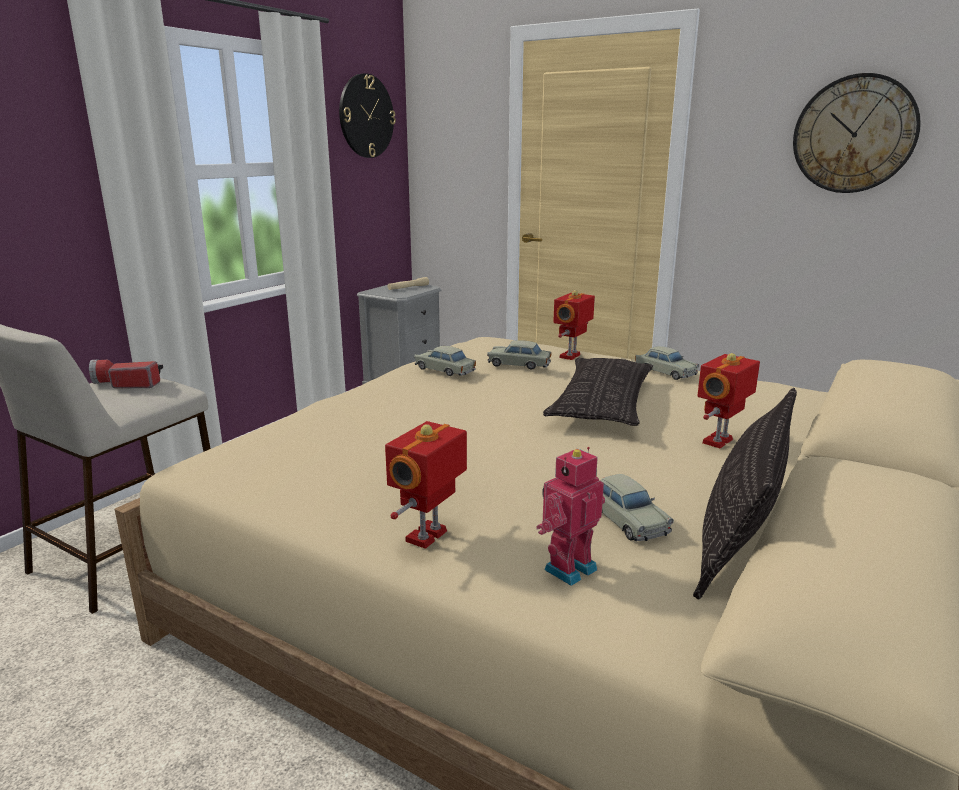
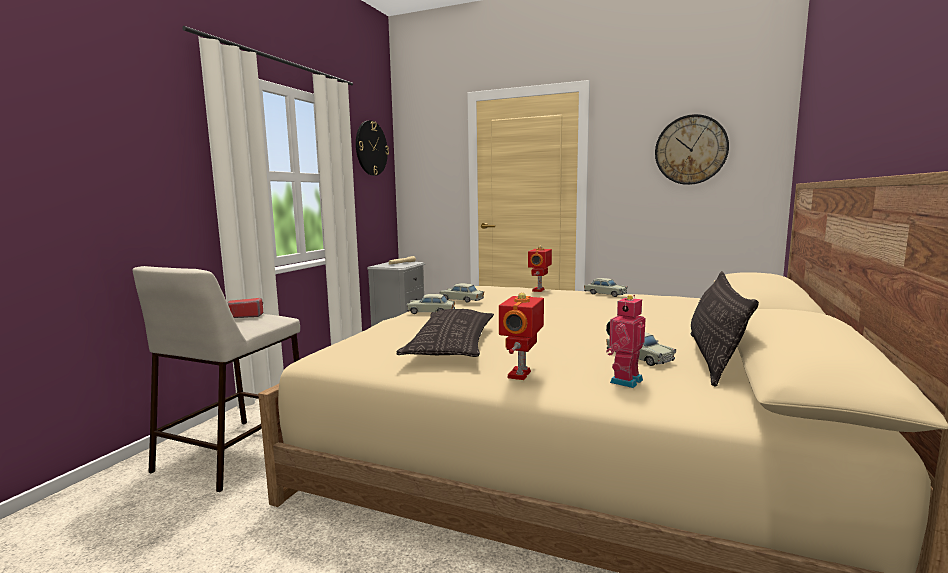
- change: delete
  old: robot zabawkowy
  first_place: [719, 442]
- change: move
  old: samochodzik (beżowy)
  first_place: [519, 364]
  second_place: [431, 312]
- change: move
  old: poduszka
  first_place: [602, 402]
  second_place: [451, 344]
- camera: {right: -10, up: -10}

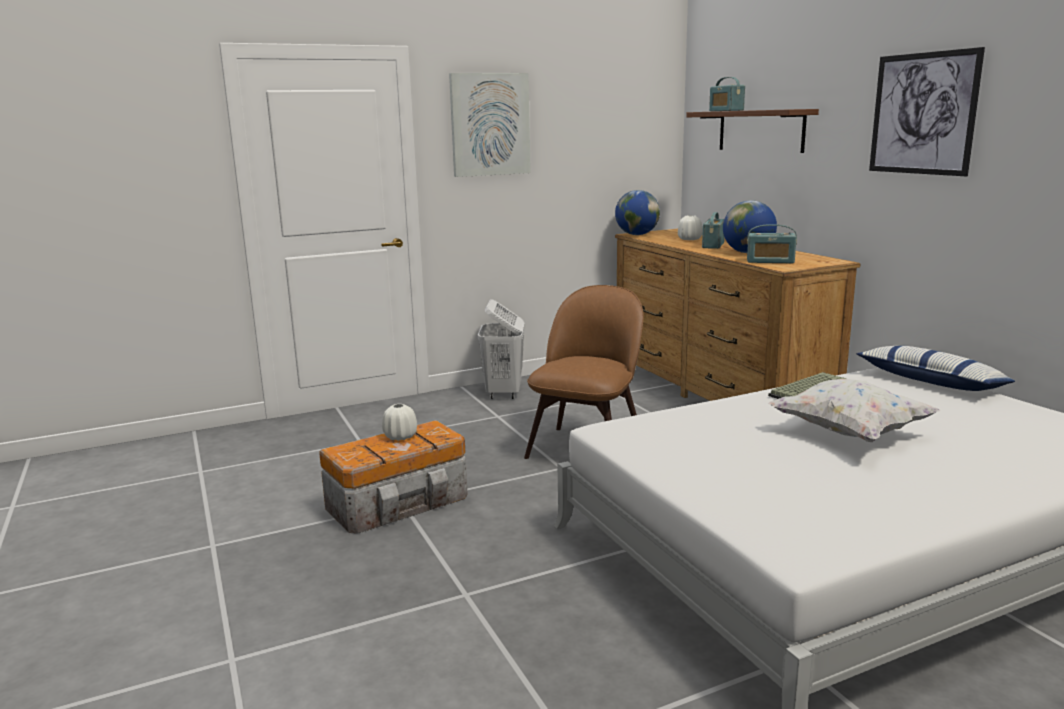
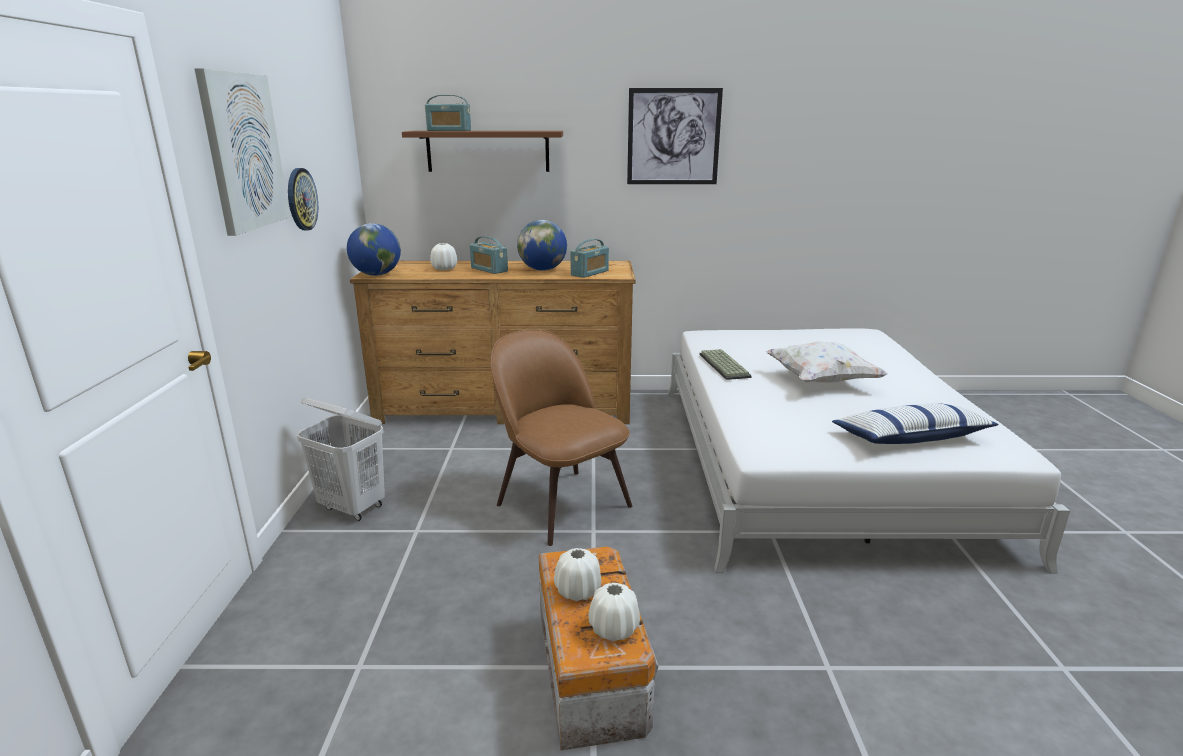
- change: insert
  new: zegar ścienny
  second_place: [301, 199]
- change: insert
  new: wazon (biały)
  second_place: [613, 629]
- change: move
  old: poduszka
  first_place: [931, 382]
  second_place: [910, 438]
- camera: {right: -65, up: 5}

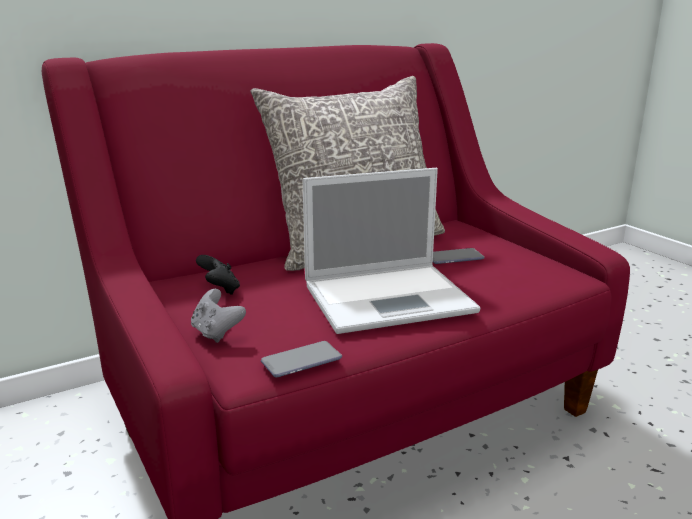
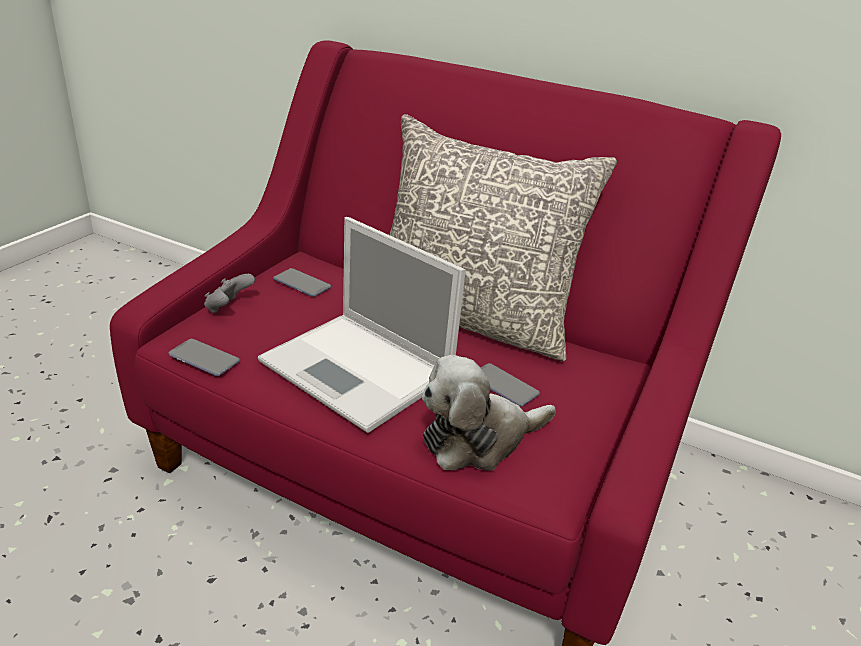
- change: insert
  new: pluszak
  second_place: [478, 439]
- change: replace
  old: pad do gier (czarny)
  new: telefon
  first_place: [220, 290]
  second_place: [302, 284]
- camera: {right: 55, up: 10}

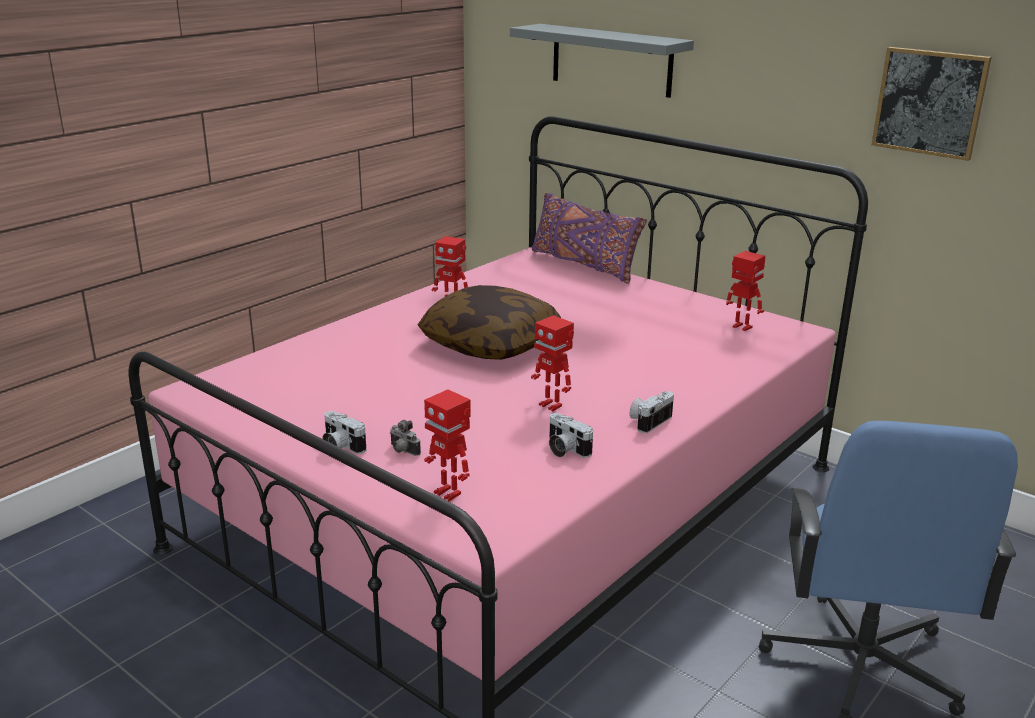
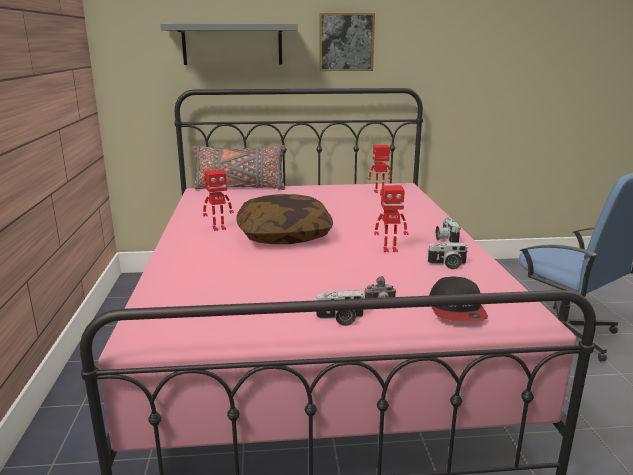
- change: move
  old: obraz
  first_place: [930, 102]
  second_place: [346, 42]
- change: replace
  old: robot zabawkowy
  new: czapka z daszkiem
  first_place: [448, 493]
  second_place: [457, 310]
- change: recolor
  old: poduszka (fioletowy)
  new: poduszka (szary)
  first_place: [584, 264]
  second_place: [239, 188]
- camera: {right: -45, up: -5}

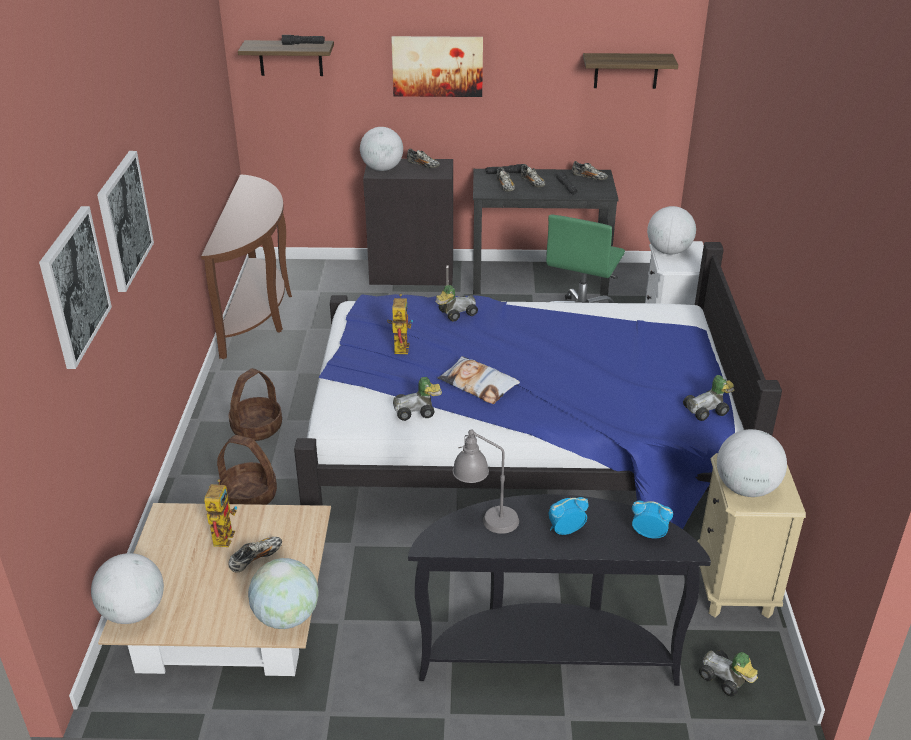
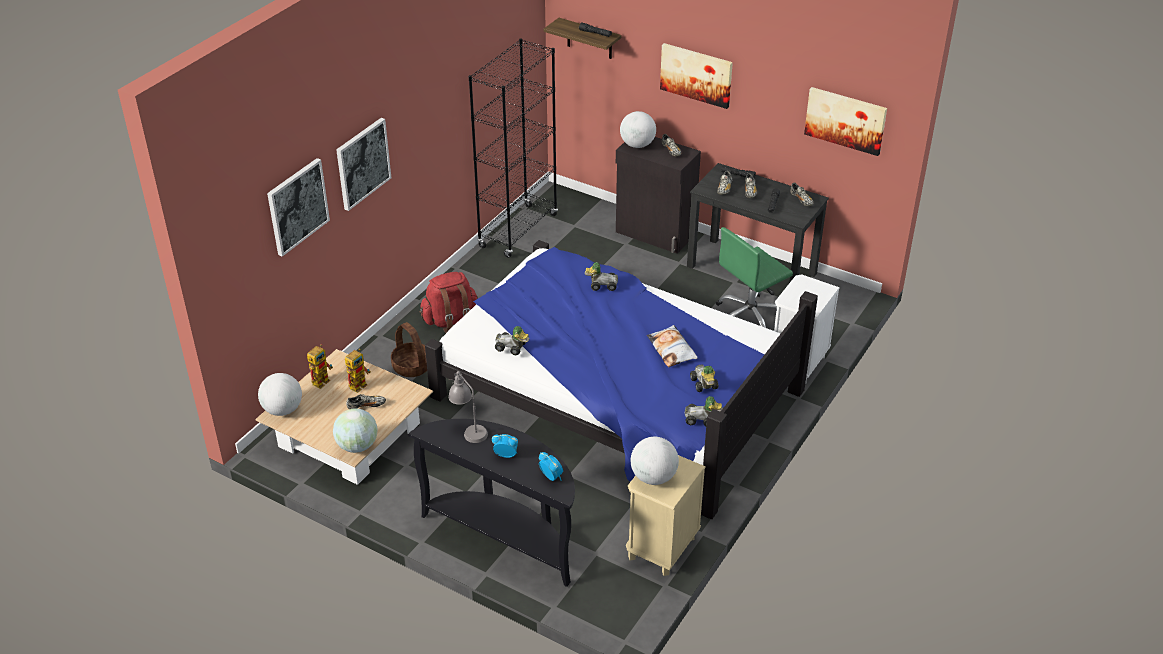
- change: delete
  old: globus
  first_place: [668, 251]
- change: move
  old: robot zabawkowy
  first_place: [400, 346]
  second_place: [322, 379]
- change: move
  old: poduszka
  first_place: [478, 385]
  second_place: [672, 350]
- change: move
  old: samochodzik
  first_place: [726, 680]
  second_place: [703, 385]
- change: replace
  old: stolik konsolowy (brązowy)
  new: regał (czarny)
  first_place: [259, 313]
  second_place: [518, 231]
- change: replace
  old: koszyk
  new: plecak (czerwony)
  first_place: [257, 428]
  second_place: [451, 321]
- change: replace
  old: półka
  new: obraz
  first_place: [626, 70]
  second_place: [845, 120]
- camera: {right: 30, up: 5}

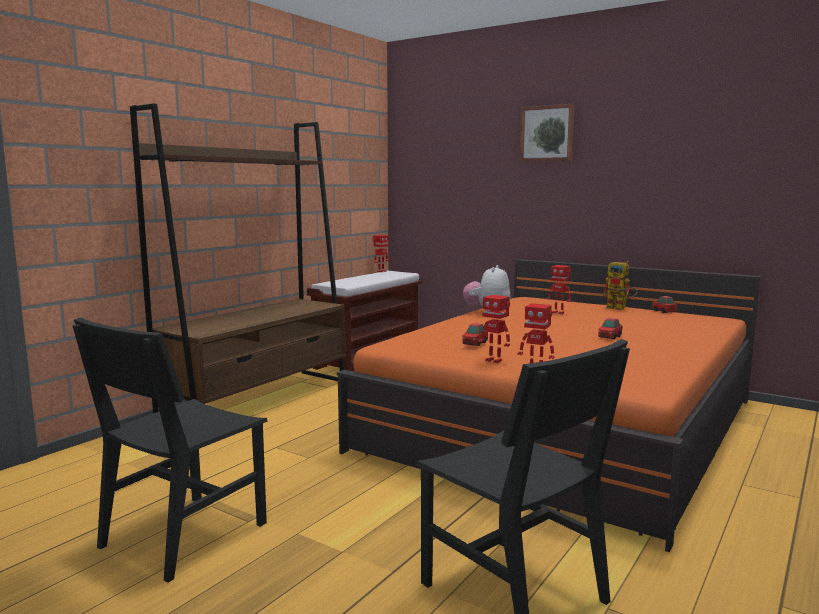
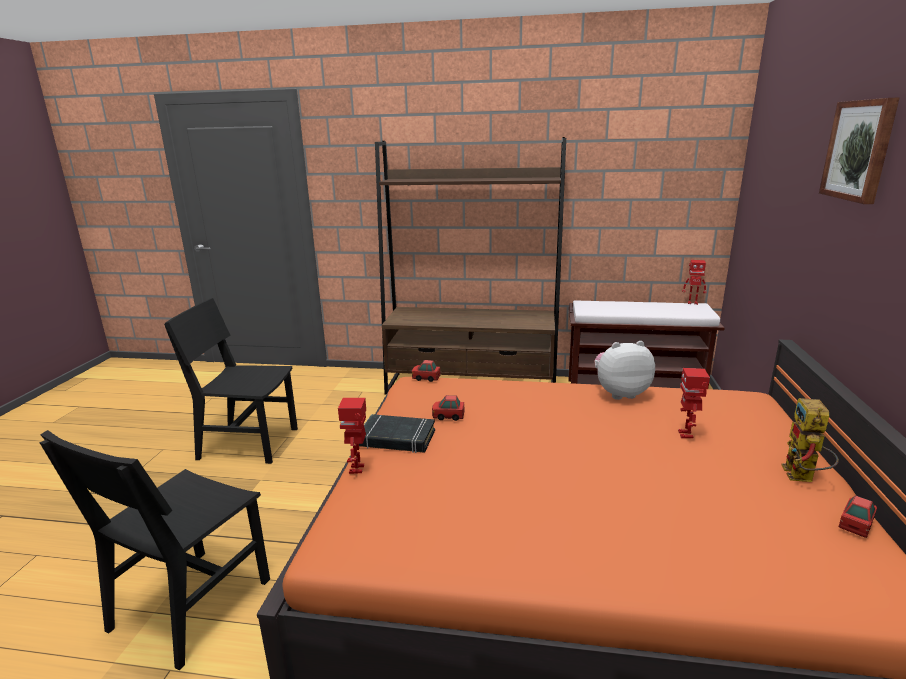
- change: move
  old: samochodzik
  first_place: [609, 337]
  second_place: [426, 378]
- change: replace
  old: robot zabawkowy
  new: książka (czarny)
  first_place: [494, 360]
  second_place: [397, 439]
- camera: {right: 65, up: 10}

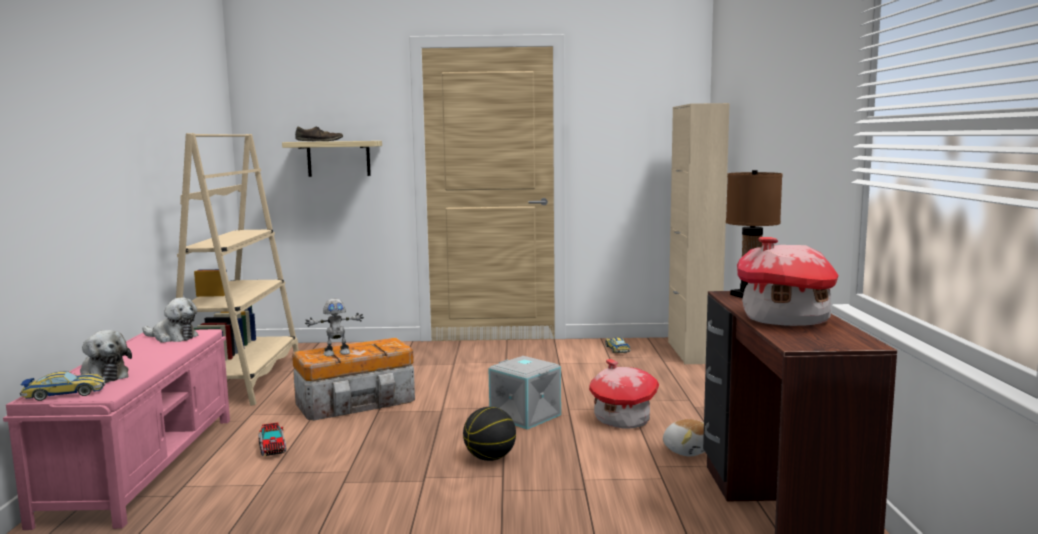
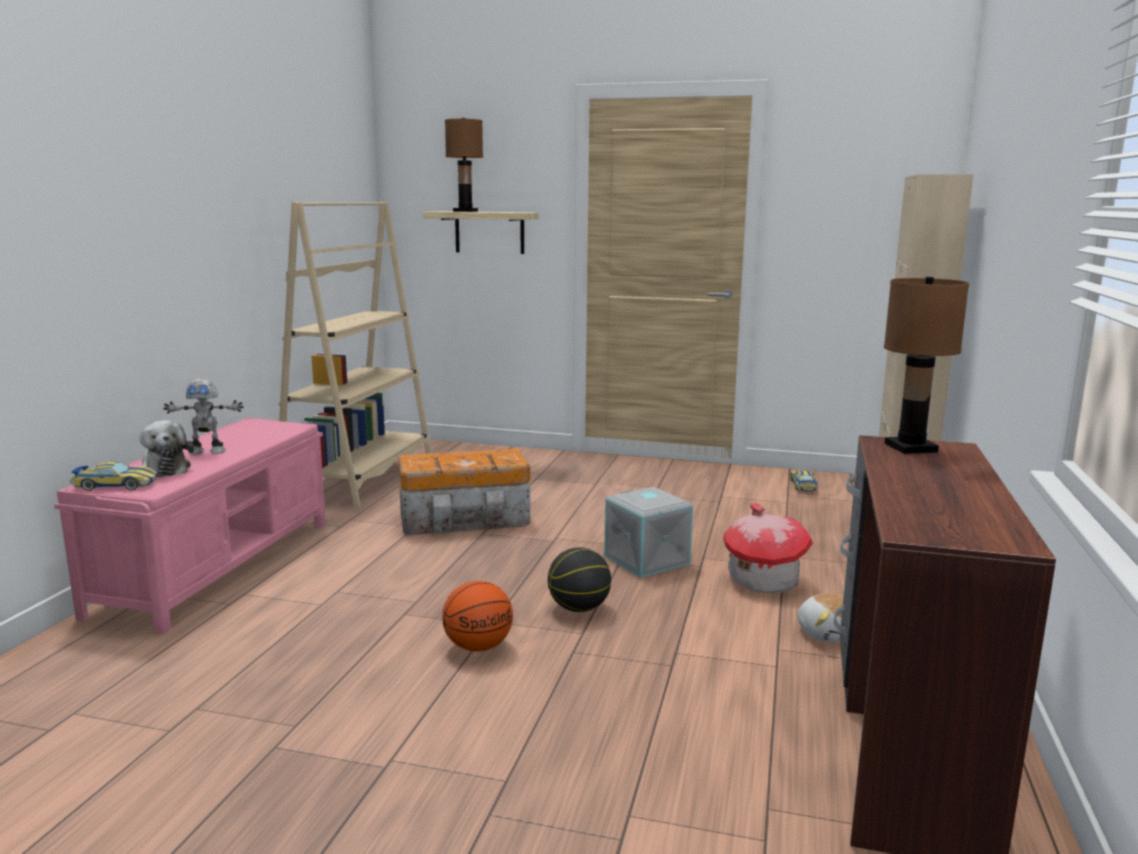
- change: delete
  old: pluszak
  first_place: [172, 337]
- change: delete
  old: ciężarówka zabawkowa
  first_place: [272, 448]
- change: delete
  old: domek
  first_place: [785, 320]
- change: insert
  new: piłka do koszykówki
  second_place: [479, 647]
- change: move
  old: robot zabawkowy
  first_place: [336, 353]
  second_place: [207, 451]
- change: replace
  old: but (brązowy)
  new: lampa stołowa (brązowy)
  first_place: [319, 141]
  second_place: [465, 211]
- camera: {right: 15, up: 5}

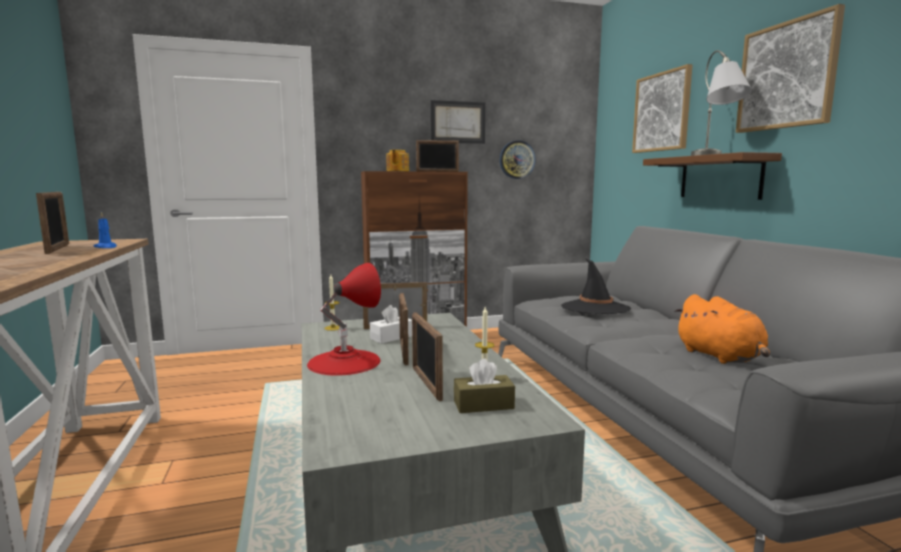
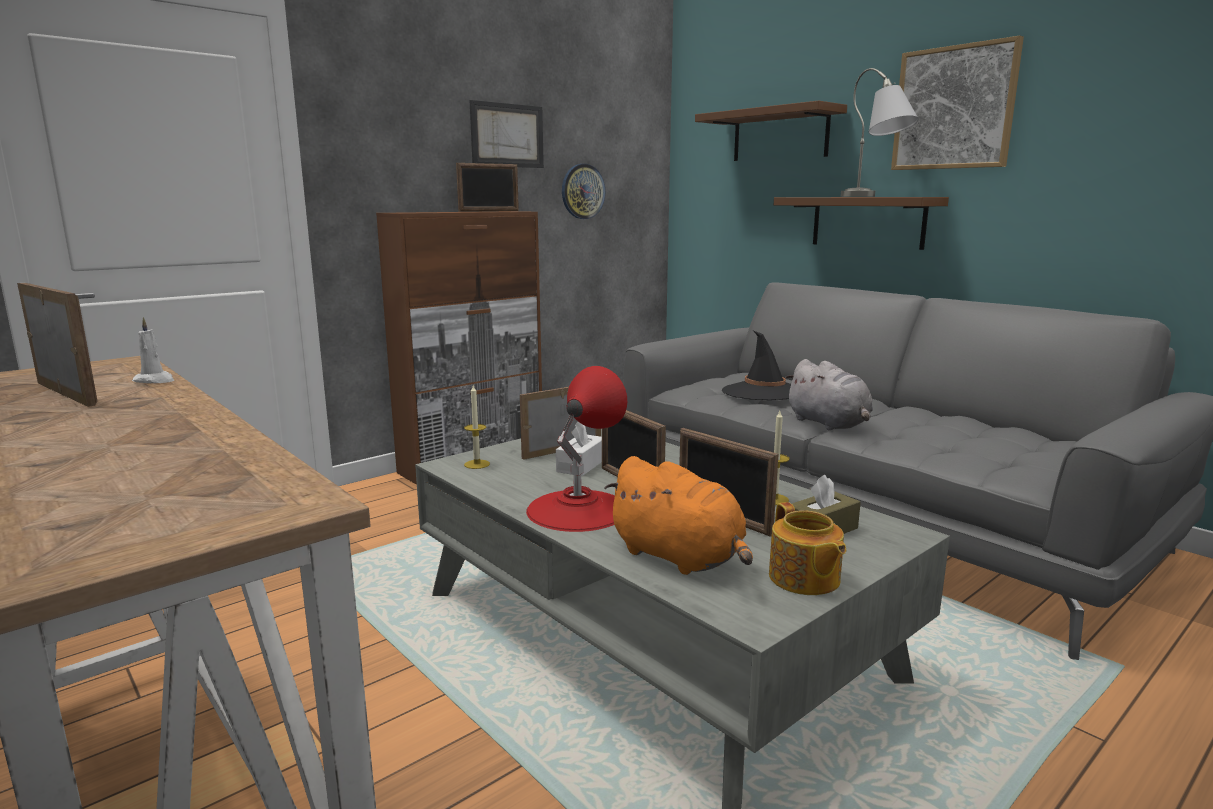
- change: insert
  new: pluszak (szary)
  second_place: [829, 424]
- change: move
  old: imbryk
  first_place: [397, 171]
  second_place: [804, 579]
- change: move
  old: pluszak (pomarańczowy)
  first_place: [721, 357]
  second_place: [680, 557]
- change: replace
  old: obraz
  new: półka (brązowy)
  first_place: [662, 112]
  second_place: [780, 135]
- change: recolor
  old: świeca (niebieski)
  new: świeca (biały)
  first_place: [106, 247]
  second_place: [155, 381]
- camera: {right: -25, up: 5}

